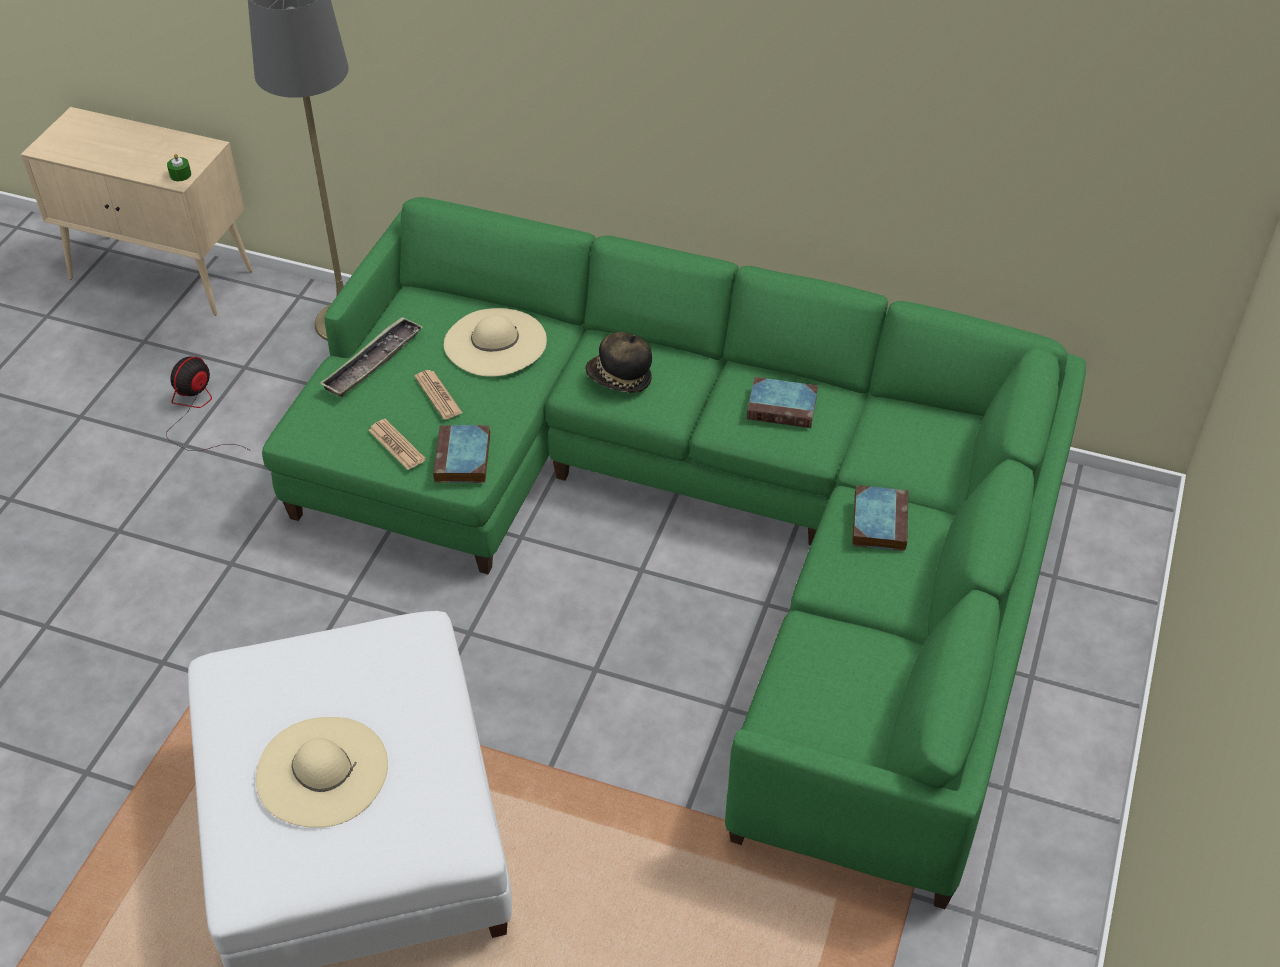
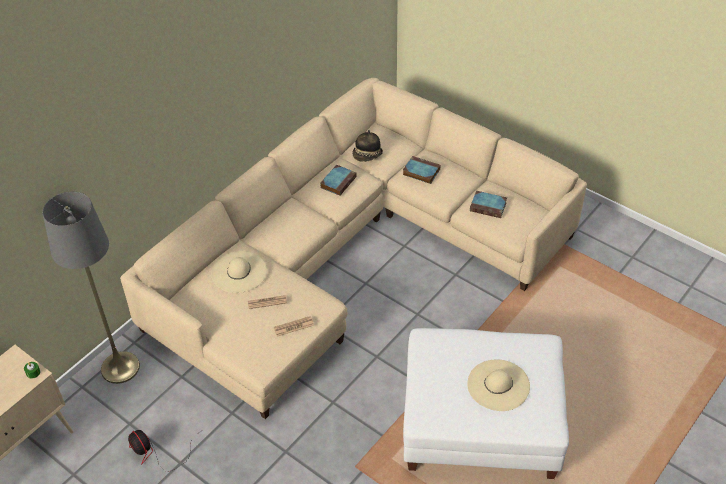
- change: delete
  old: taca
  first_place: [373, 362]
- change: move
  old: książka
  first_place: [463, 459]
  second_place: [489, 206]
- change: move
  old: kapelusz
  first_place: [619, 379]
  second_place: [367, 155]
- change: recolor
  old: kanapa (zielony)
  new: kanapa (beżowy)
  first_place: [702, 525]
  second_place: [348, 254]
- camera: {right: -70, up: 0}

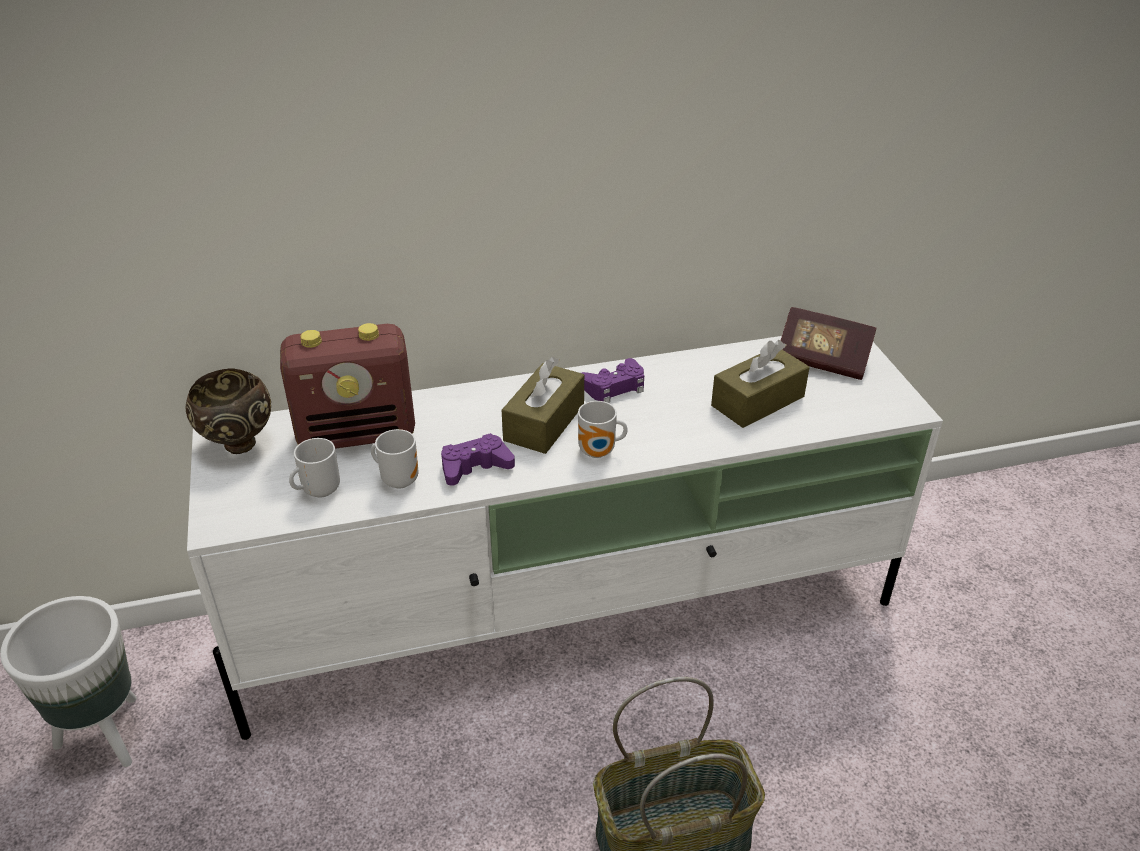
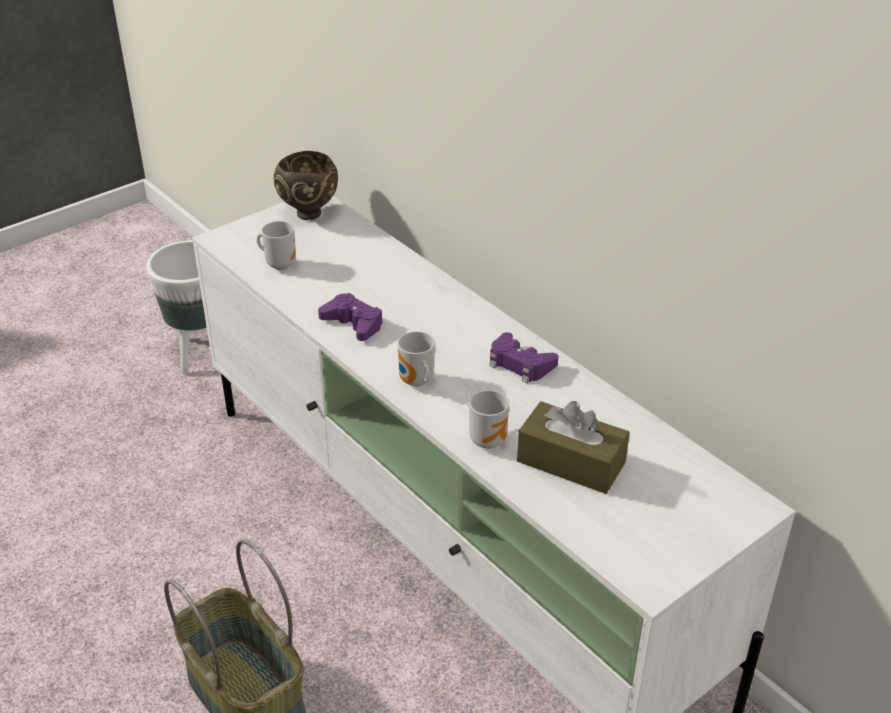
- change: delete
  old: radio
  first_place: [358, 434]
- change: delete
  old: pudełko chusteczek (brązowy)
  first_place: [544, 422]
- change: delete
  old: książka
  first_place: [822, 359]
- change: move
  old: kubek
  first_place: [399, 479]
  second_place: [489, 439]
- camera: {right: 65, up: 0}

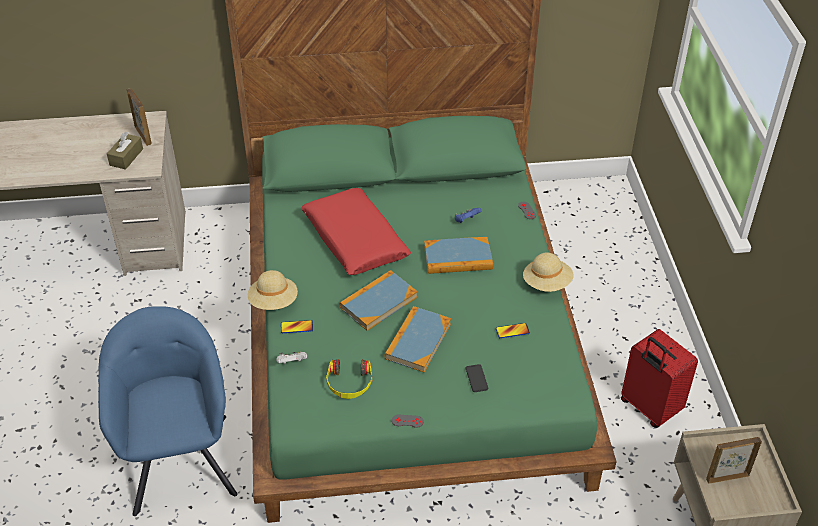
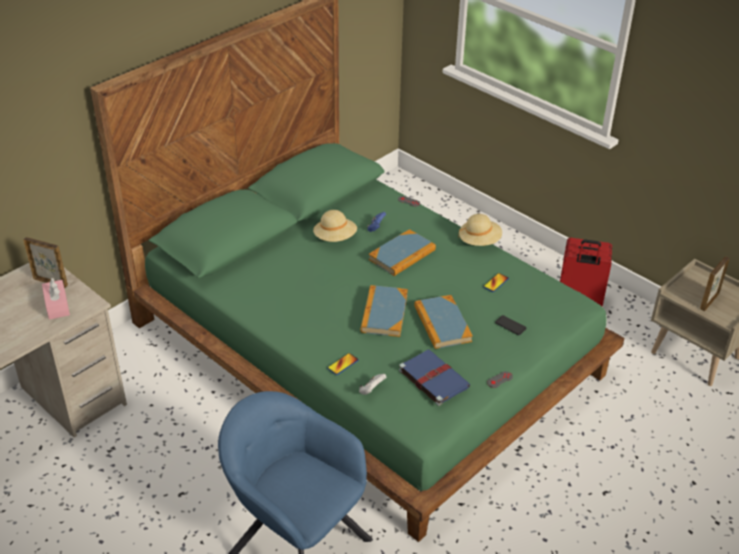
- change: delete
  old: poduszka (czerwony)
  first_place: [355, 240]
- change: move
  old: kapelusz (beżowy)
  first_place: [273, 302]
  second_place: [335, 238]
- change: replace
  old: słuchawki
  new: książka (niebieski)
  first_place: [349, 383]
  second_place: [432, 378]
- change: recolor
  old: pudełko chusteczek (brązowy)
  new: pudełko chusteczek (różowy)
  first_place: [126, 157]
  second_place: [57, 305]
- camera: {right: -40, up: -5}

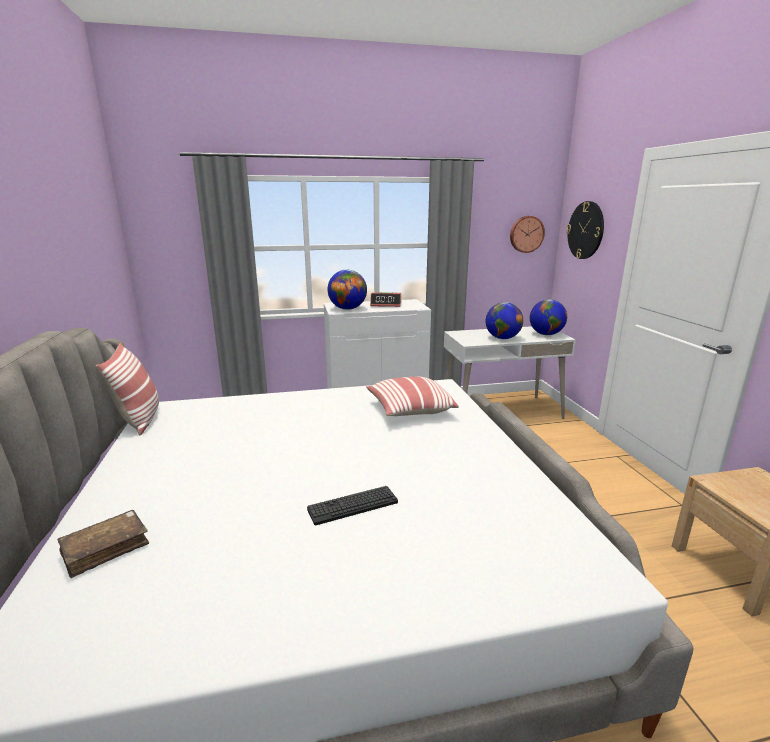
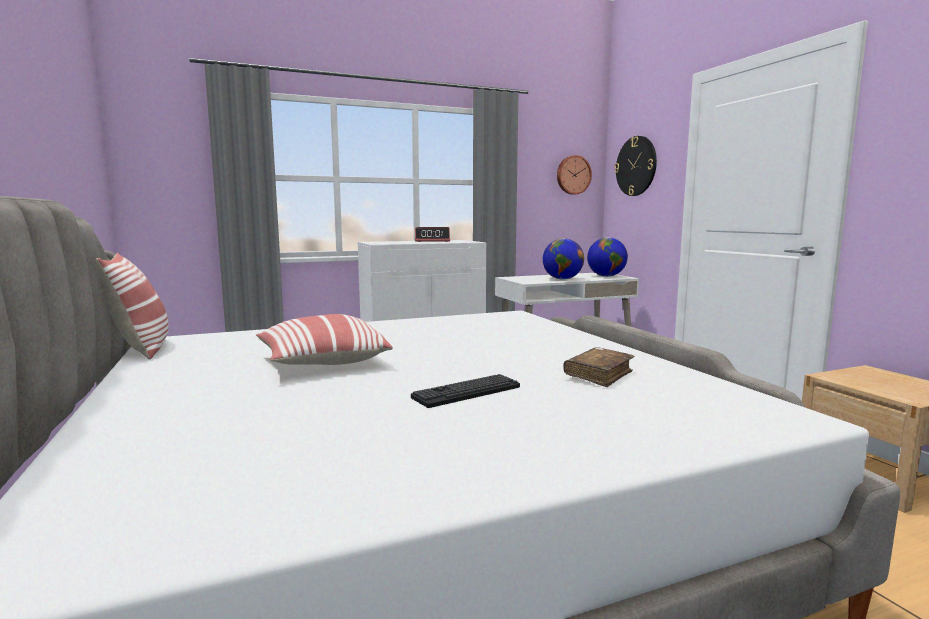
- change: delete
  old: globus
  first_place: [347, 309]
- change: move
  old: książka (brązowy)
  first_place: [106, 548]
  second_place: [599, 375]
- change: move
  old: poduszka
  first_place: [409, 409]
  second_place: [321, 363]
- camera: {right: -10, up: -10}

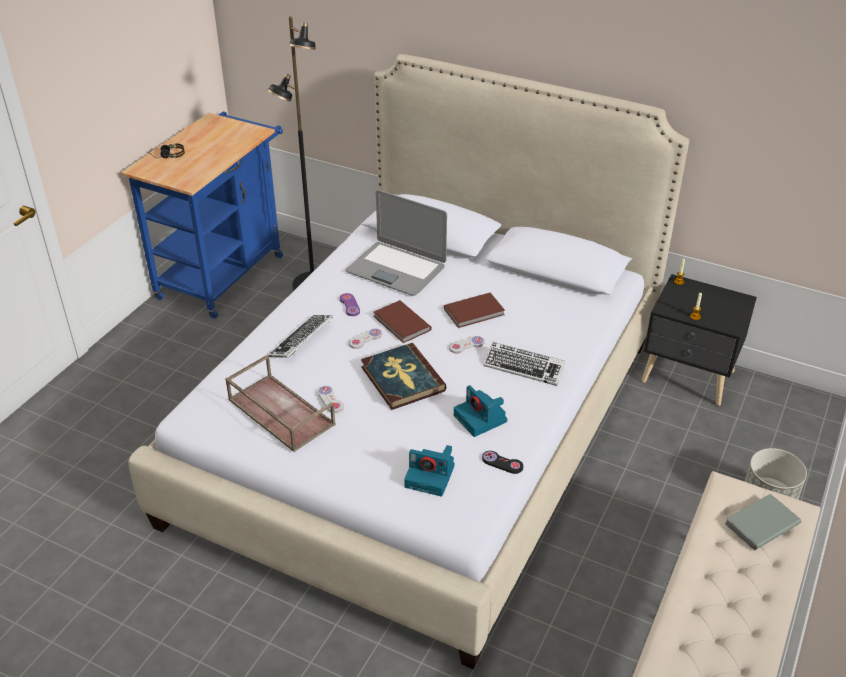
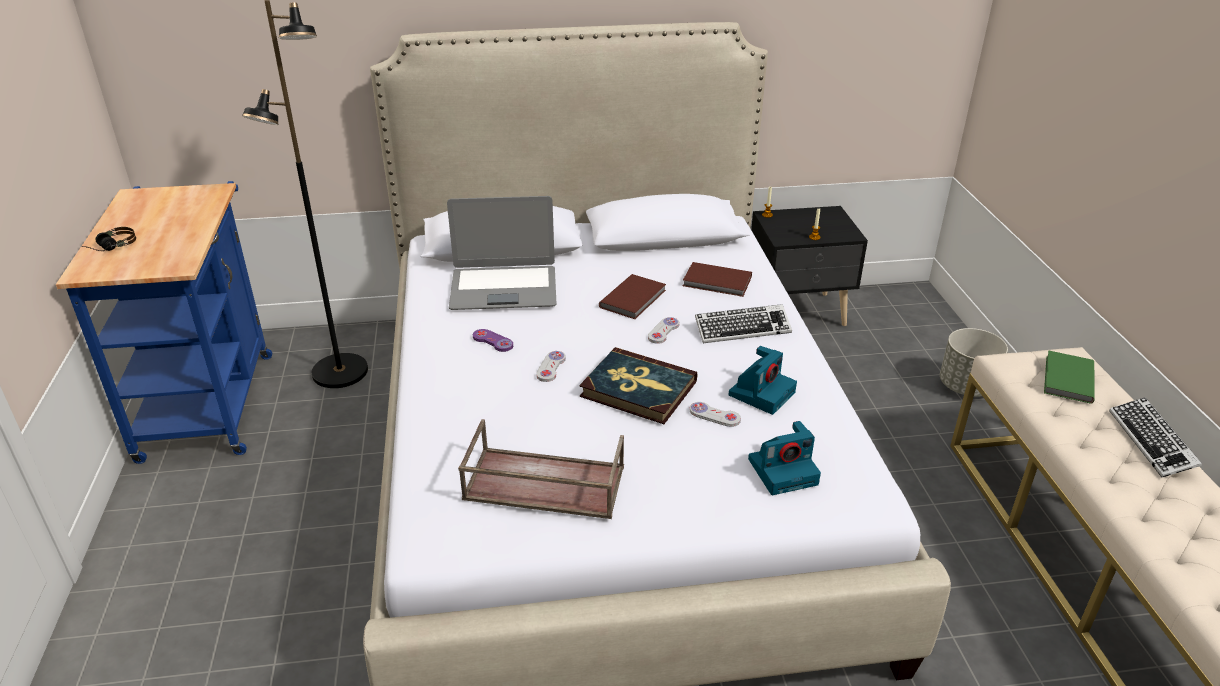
- change: delete
  old: pad do gier (czarny)
  first_place: [502, 463]
- change: move
  old: klawiatura
  first_place: [302, 340]
  second_place: [1151, 442]
- change: move
  old: pad do gier (biały)
  first_place: [330, 400]
  second_place: [714, 415]
- change: move
  old: książka (brązowy)
  first_place: [401, 324]
  second_place: [717, 282]
- change: recolor
  old: książka (szary)
  new: książka (zielony)
  first_place: [760, 523]
  second_place: [1066, 379]
- change: rotate
  old: aparat fotograficzny
  first_place: [481, 419]
  second_place: [762, 393]
  degrees: -75
- camera: {right: -35, up: -5}

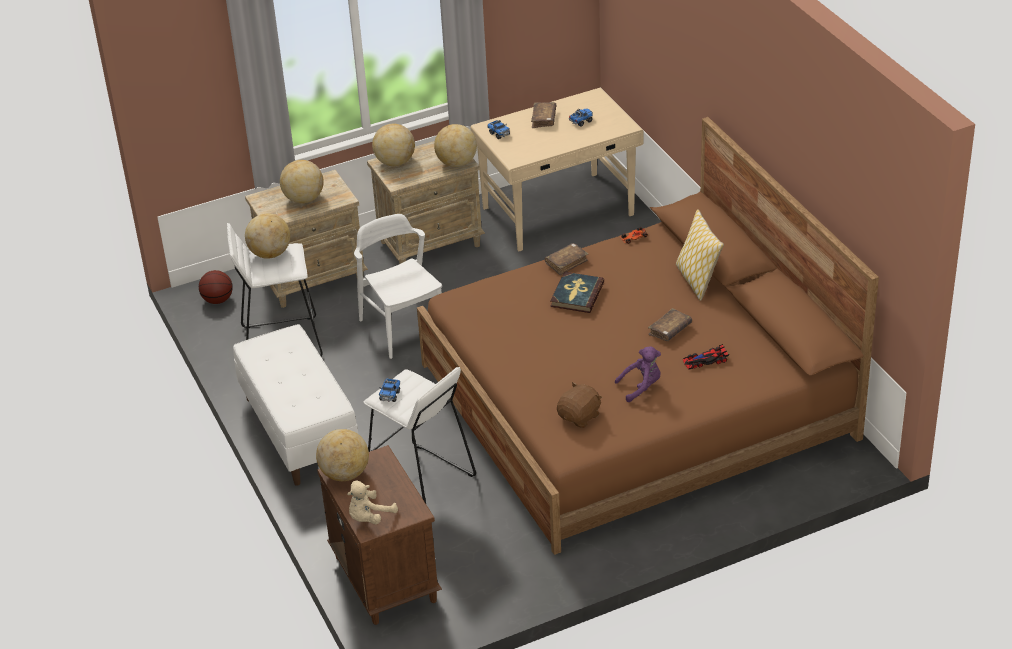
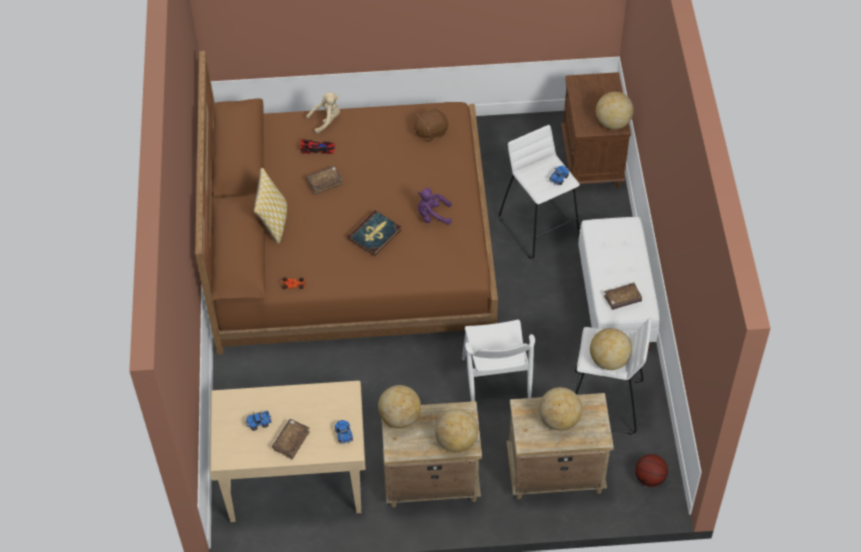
- change: move
  old: pluszak (beżowy)
  first_place: [369, 517]
  second_place: [326, 120]
- change: move
  old: książka (brązowy)
  first_place: [566, 263]
  second_place: [622, 299]
- change: move
  old: pluszak (fioletowy)
  first_place: [641, 387]
  second_place: [432, 215]
- camera: {right: -160, up: 15}

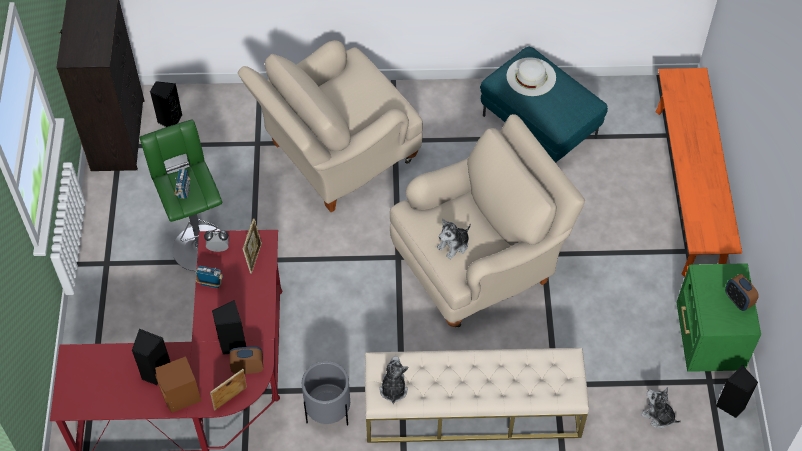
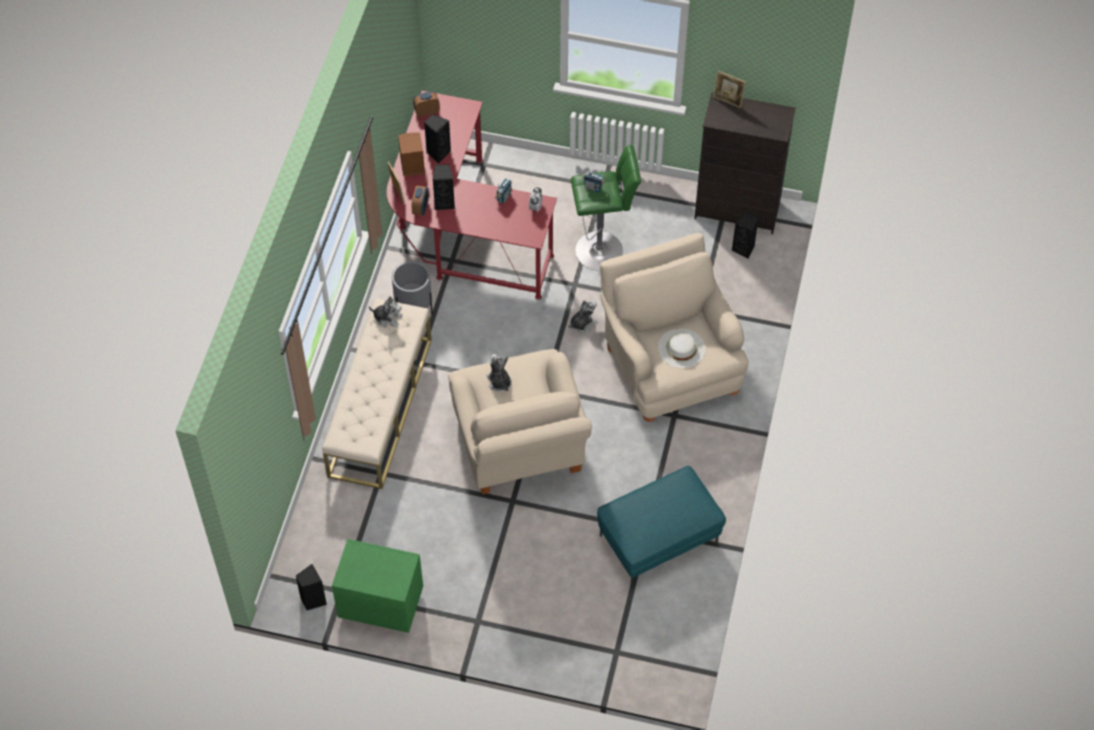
- change: delete
  old: ławka (pomarańczowy)
  first_place: [688, 189]
- change: move
  old: ramka na zdjęcie
  first_place: [254, 257]
  second_place: [728, 101]
- change: move
  old: kapelusz (biały)
  first_place: [531, 76]
  second_place: [681, 348]
- change: move
  old: pluszak
  first_place: [658, 416]
  second_place: [582, 323]
- change: move
  old: budzik
  first_place: [738, 300]
  second_place: [427, 112]
- camera: {right: 105, up: 0}

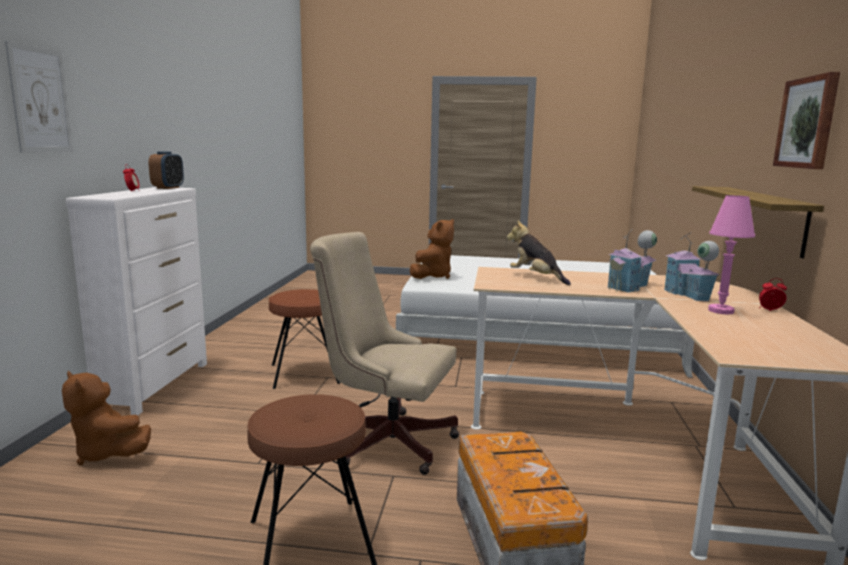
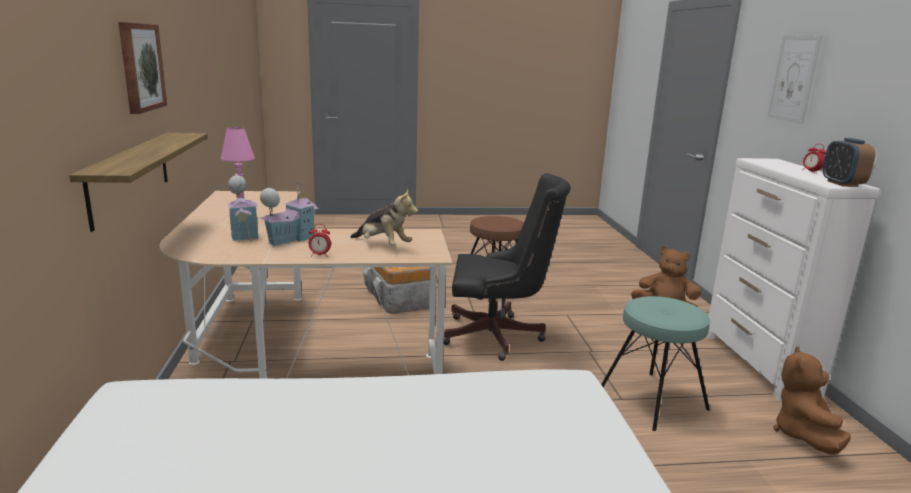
- change: move
  old: pluszak (brązowy)
  first_place: [433, 276]
  second_place: [803, 435]
- change: move
  old: budzik
  first_place: [769, 310]
  second_place: [319, 255]
- change: recolor
  old: stołek (brązowy)
  new: stołek (turkusowy)
  first_place: [304, 374]
  second_place: [652, 400]
- change: recolor
  old: krzesło biurowe (beżowy)
  new: krzesło biurowe (czarny)
  first_place: [384, 440]
  second_place: [499, 337]
- camera: {right: 165, up: 5}

